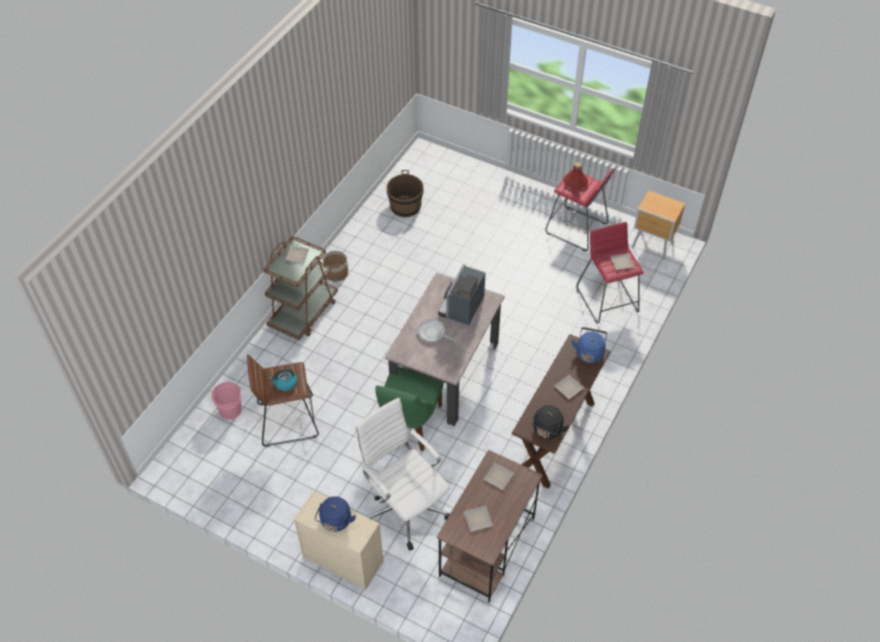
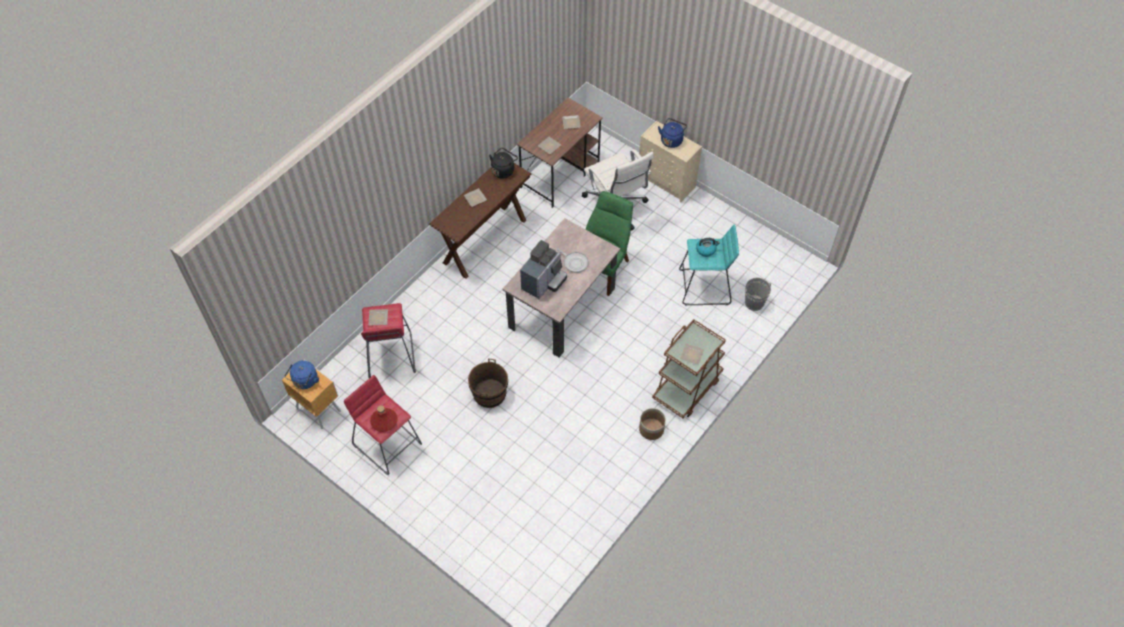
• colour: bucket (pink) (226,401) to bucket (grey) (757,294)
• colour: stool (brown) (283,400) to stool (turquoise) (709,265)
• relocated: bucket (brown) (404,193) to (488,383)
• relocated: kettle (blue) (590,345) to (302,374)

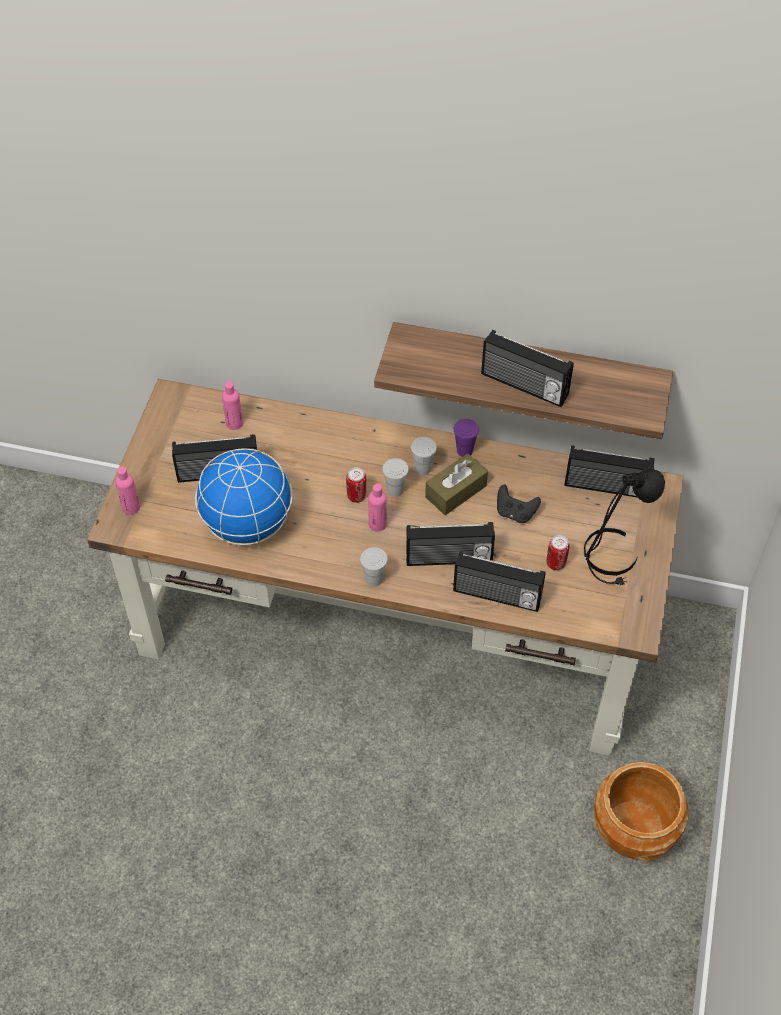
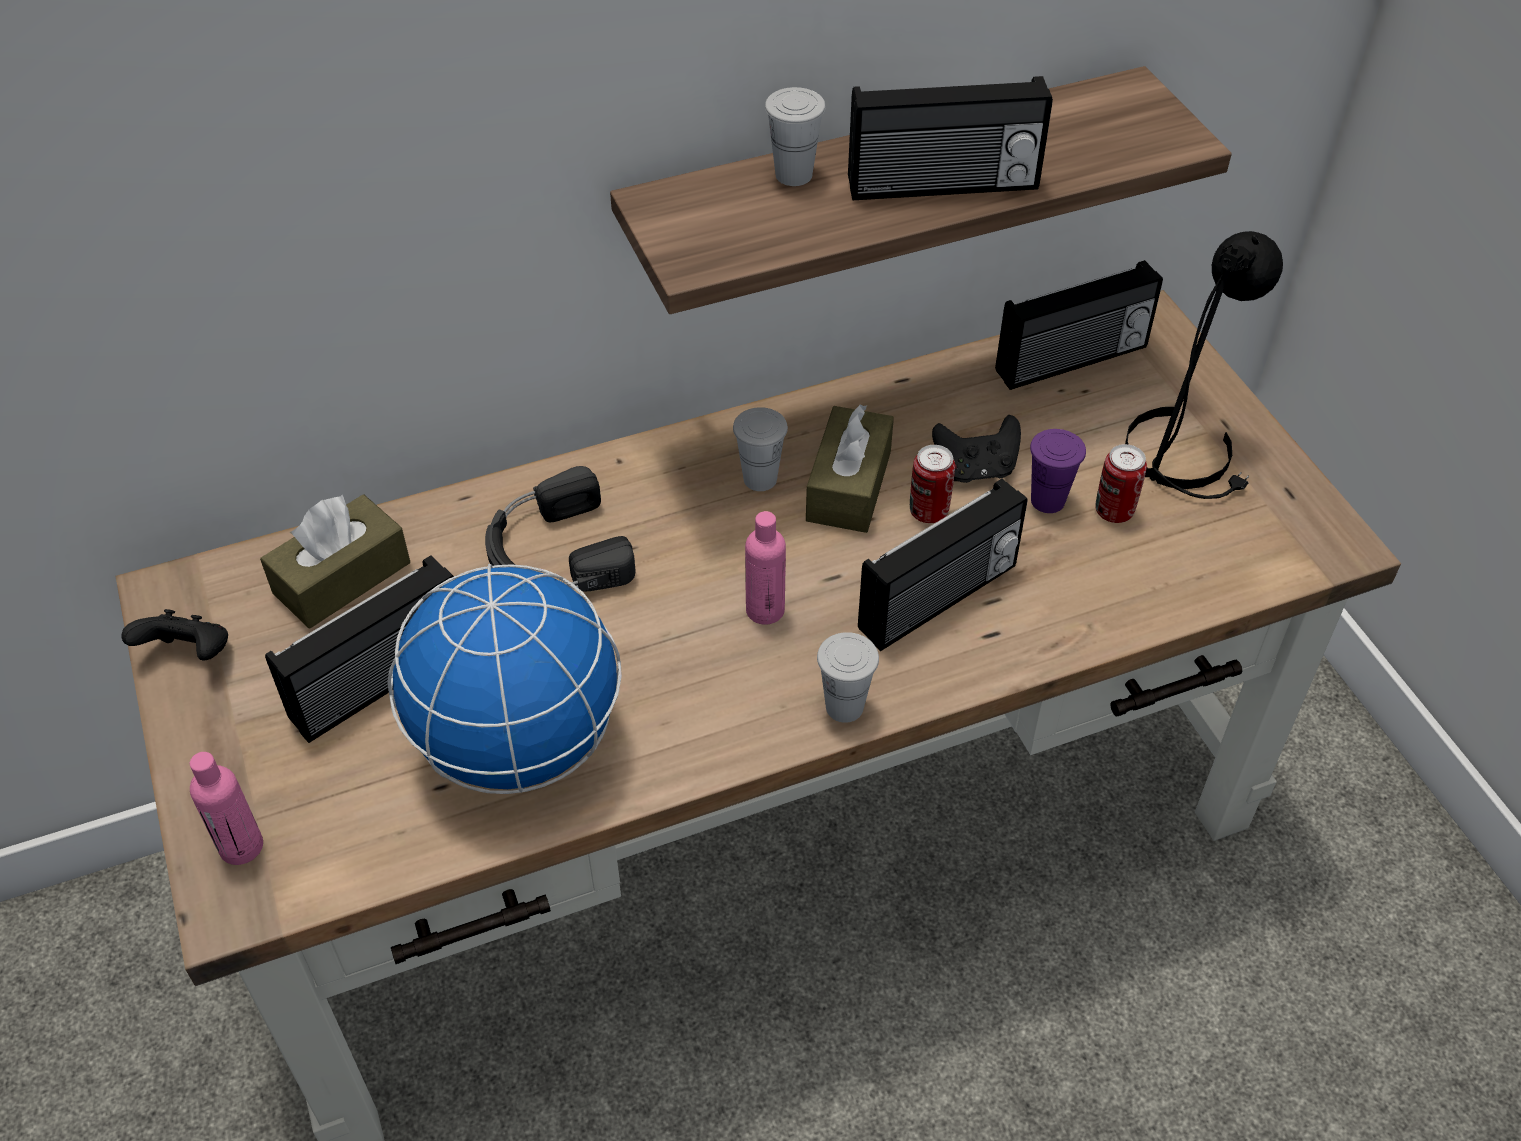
• exchanged: bottle (pink) (232,405) to tissue box (brown) (335,561)
• relocated: can (356,485) to (932,484)
• relocated: cup (white) (395,477) to (795,136)
• relocated: cup (purple) (466,438) to (1058,471)
• missing: radio (499,581)
• missing: planter (brown) (641,812)
• appeared: game controller (black) (175,635)
• appeared: headphones (black) (560,528)

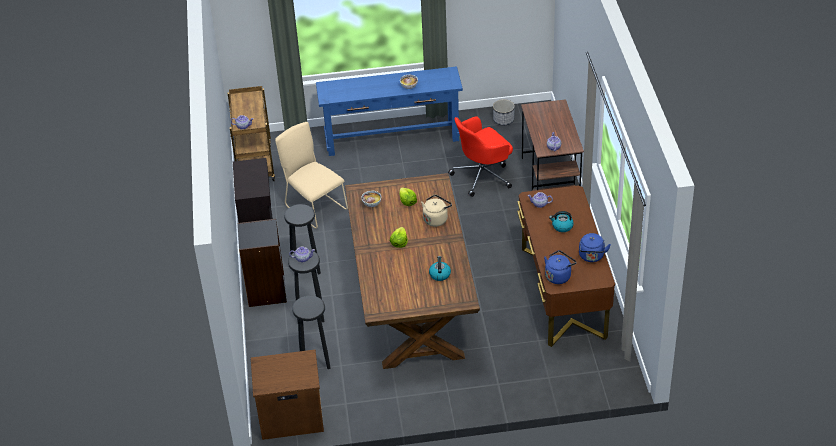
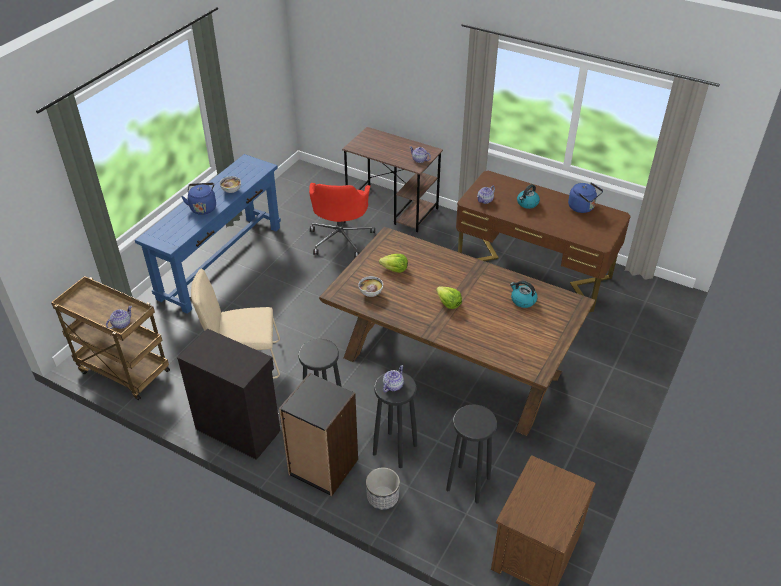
• missing: kettle (beige) (436,210)
• relocated: planter (504,112) to (383,488)
• relocated: kettle (blue) (560,267) to (198,199)

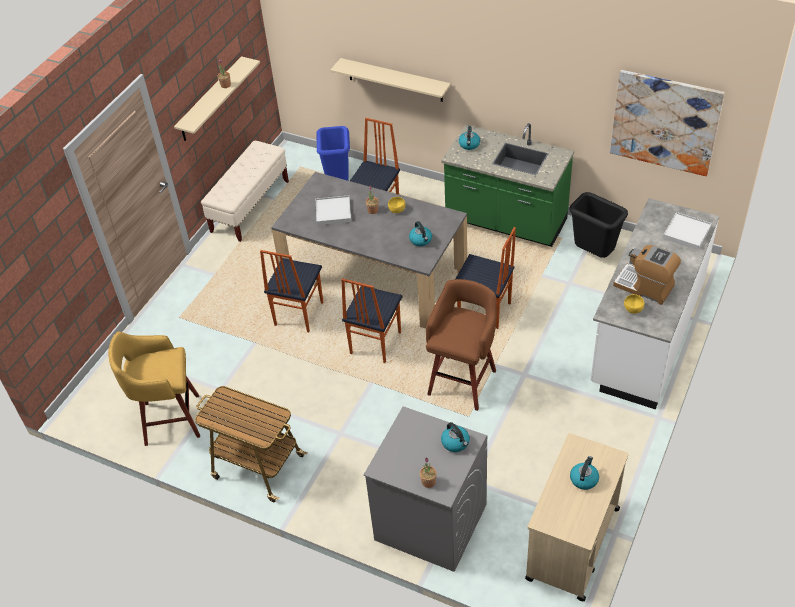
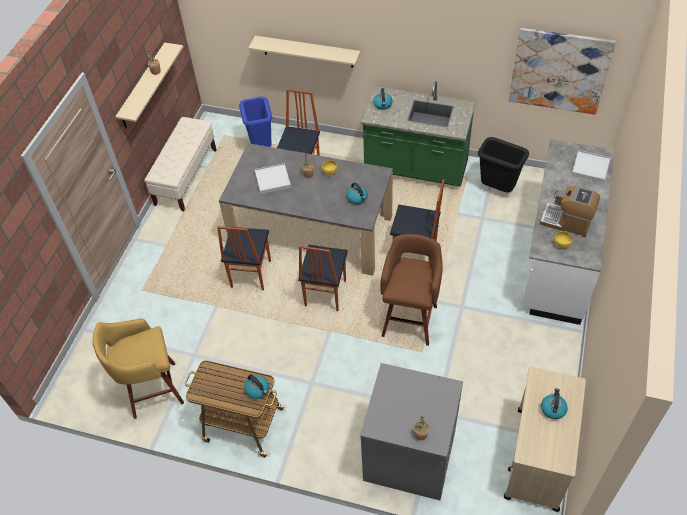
• relocated: kettle (455,437) to (256,386)

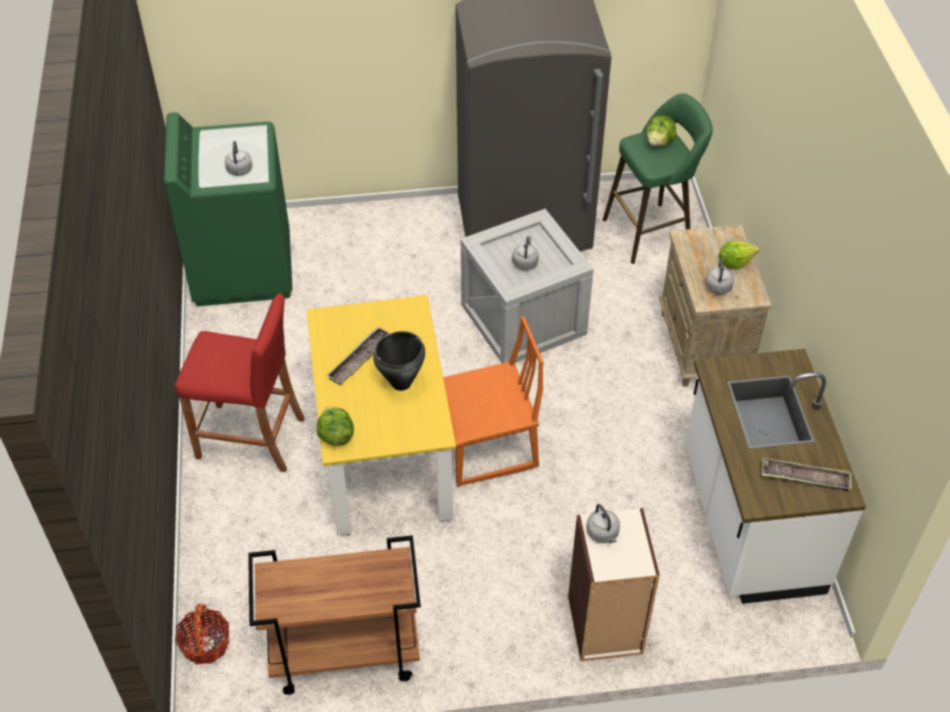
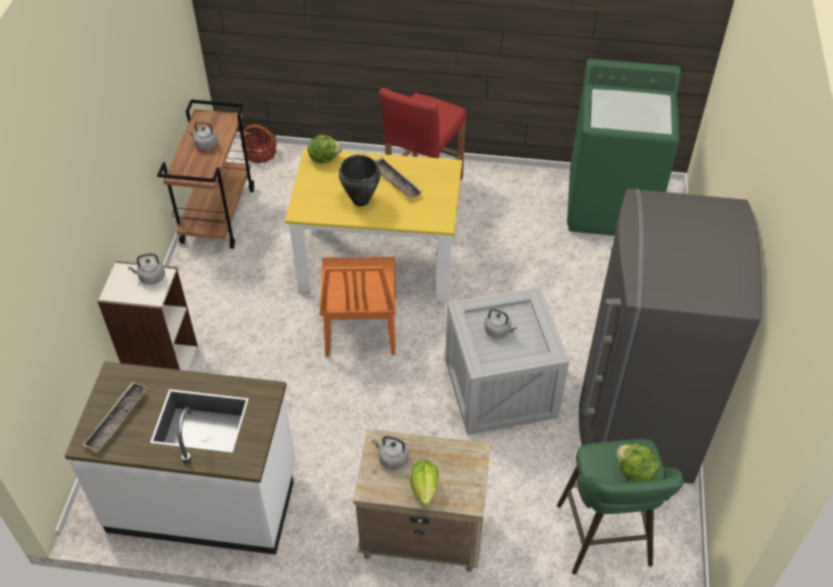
• relocated: kettle (grey) (239,158) to (202,136)

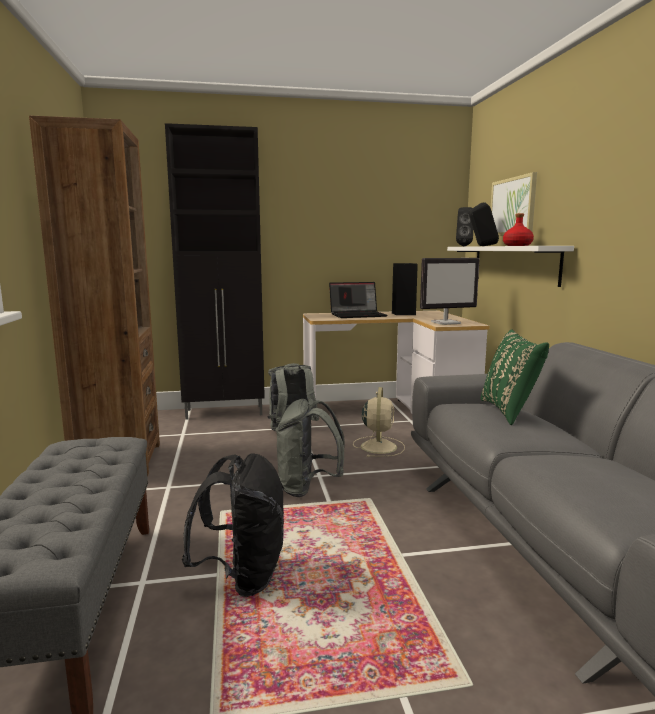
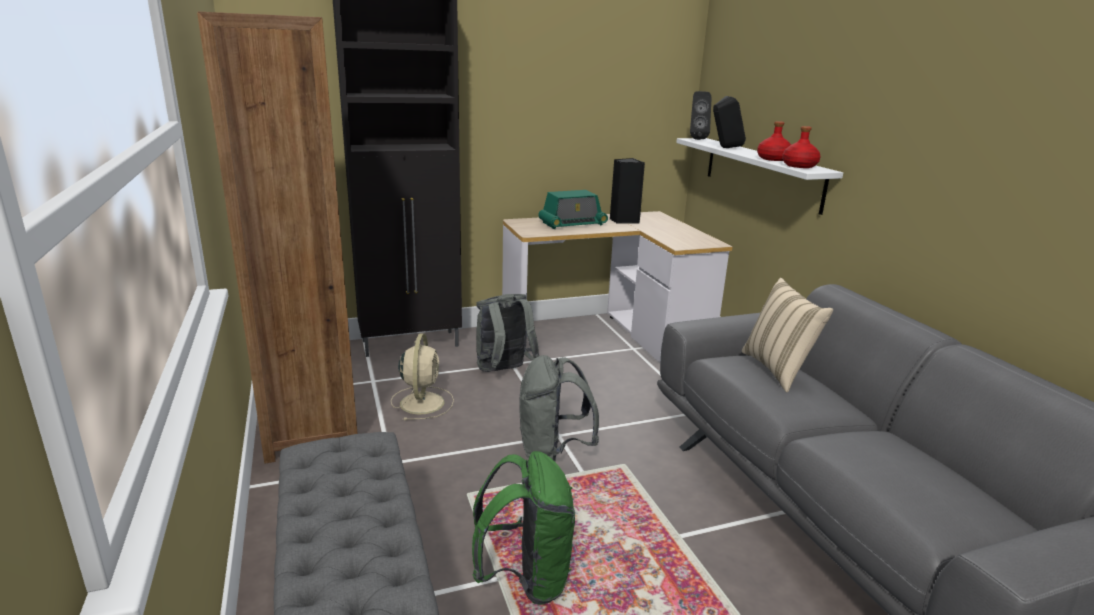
• colour: backpack (black) (233,525) to backpack (green) (523,528)
• exchanged: laptop (358,300) to radio (573,209)
• relocated: fan (beige) (379,422) to (422,376)
• missing: monitor (449,291)
• colour: pillow (green) (514,377) to pillow (beige) (787,335)
• missing: picture (514,204)
• appeared: bottle (red) (801,147)

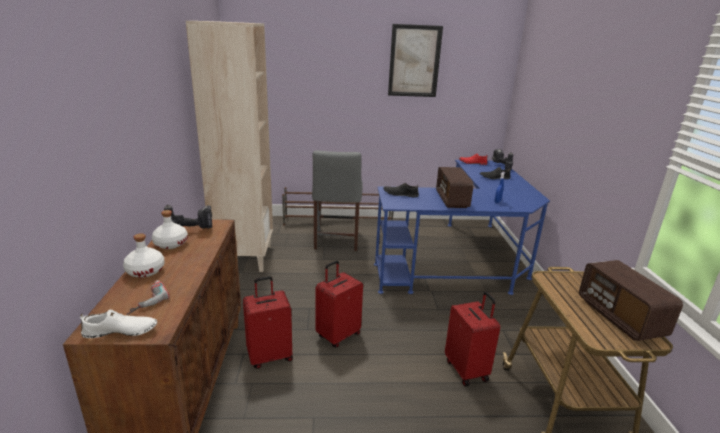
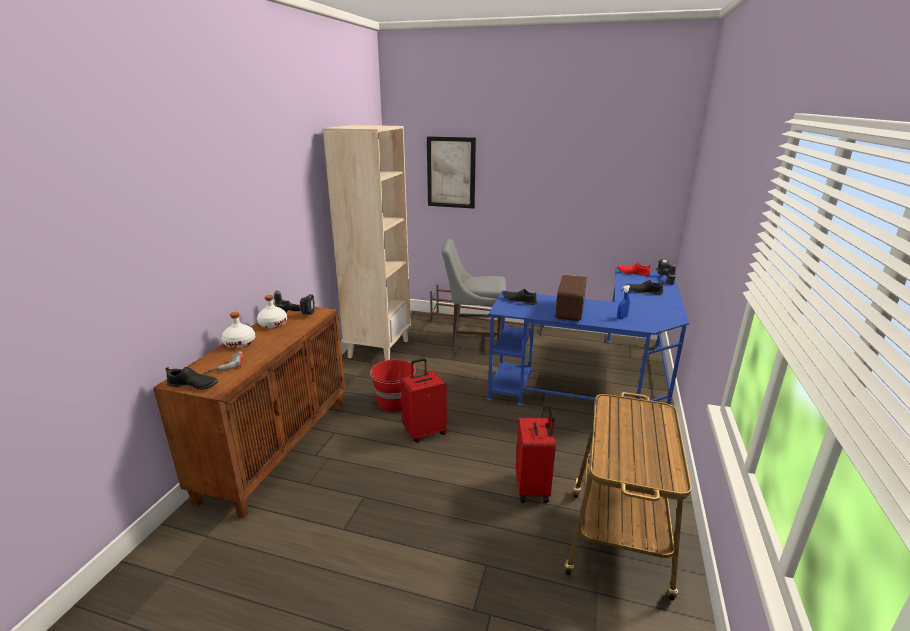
• colour: shoe (white) (118,323) to shoe (black) (192,378)
• missing: suitcase (red) (268,322)
• spun: chair (grey) (337,200) = (474,296) 75 degrees clockwise
• relocated: picture (415,60) to (451,172)
• missing: radio (631,300)
• appeared: bucket (red) (393,385)

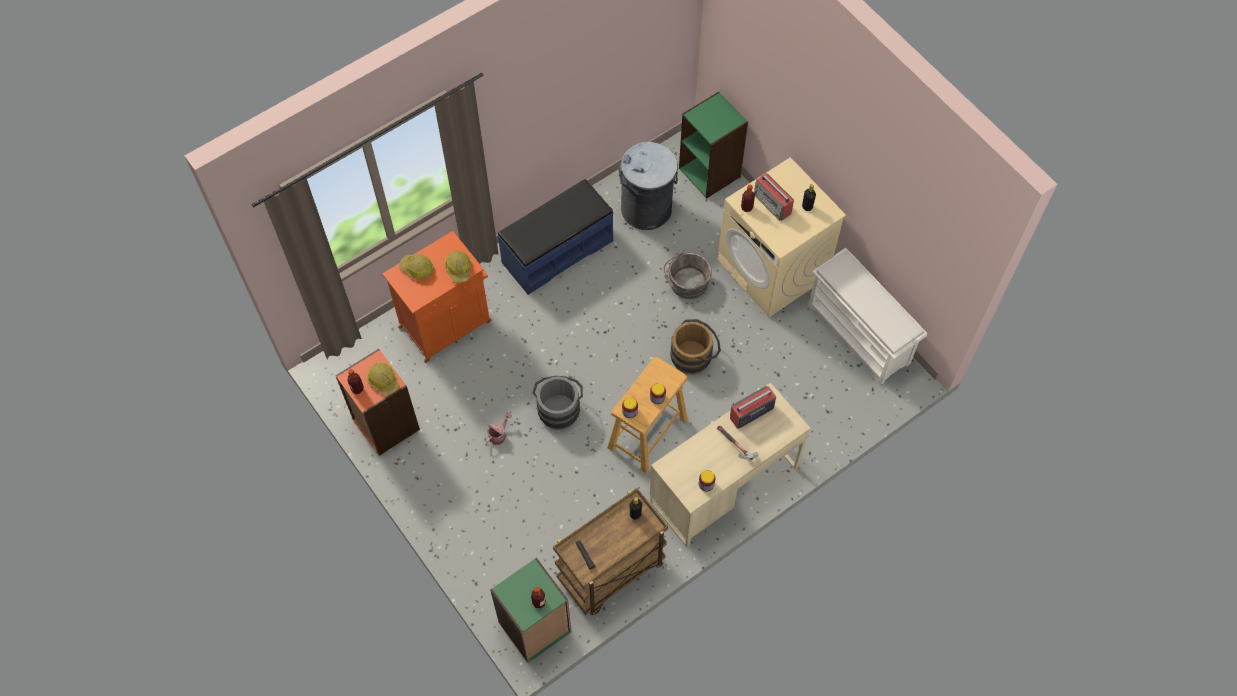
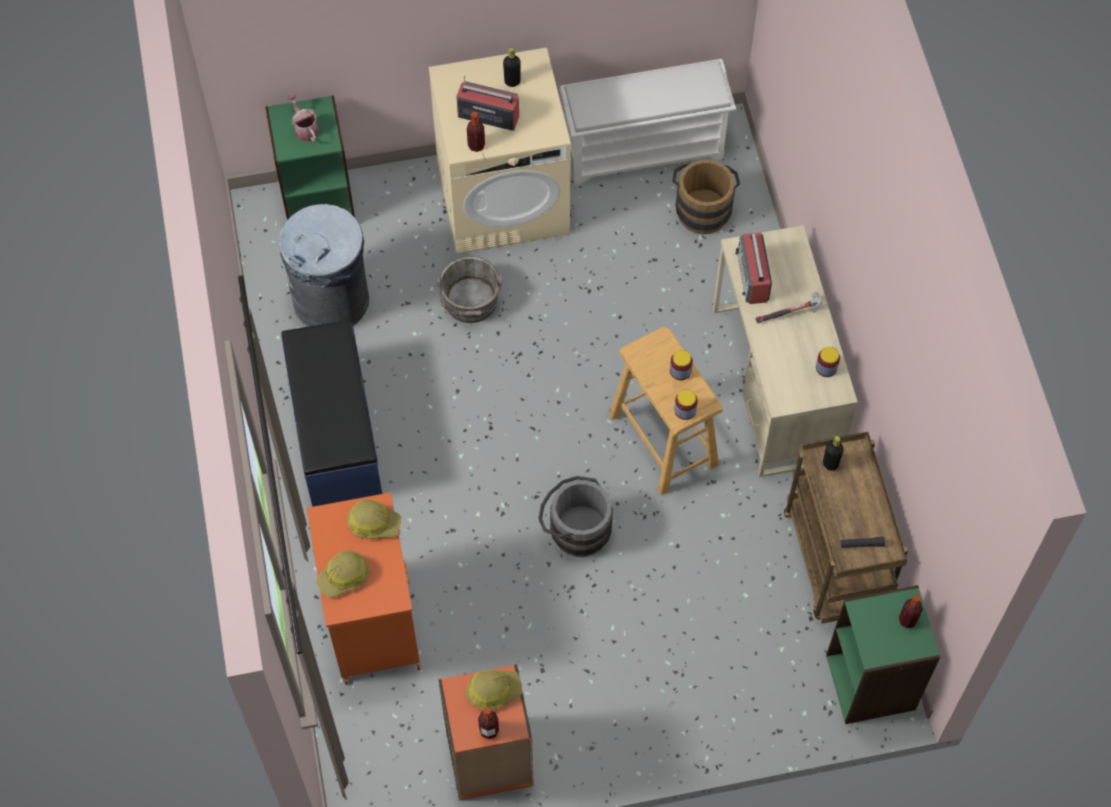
• relocated: watering can (498,429) to (303,118)
• relocated: bucket (brown) (695,347) to (706,196)
• spun: radio (774,197) = (487,103) 150 degrees counterclockwise

